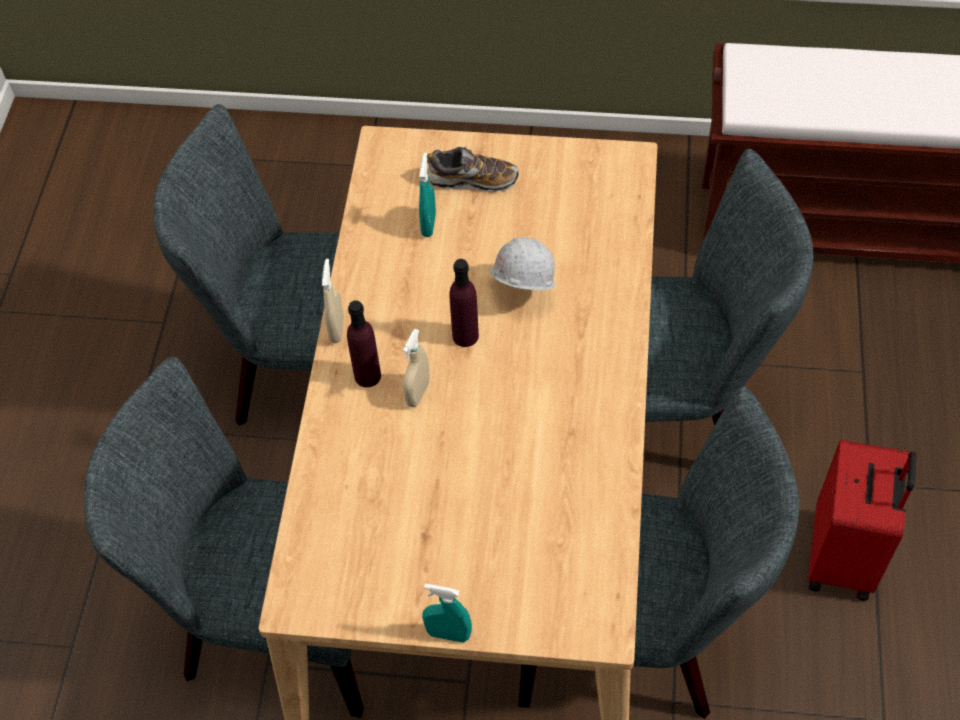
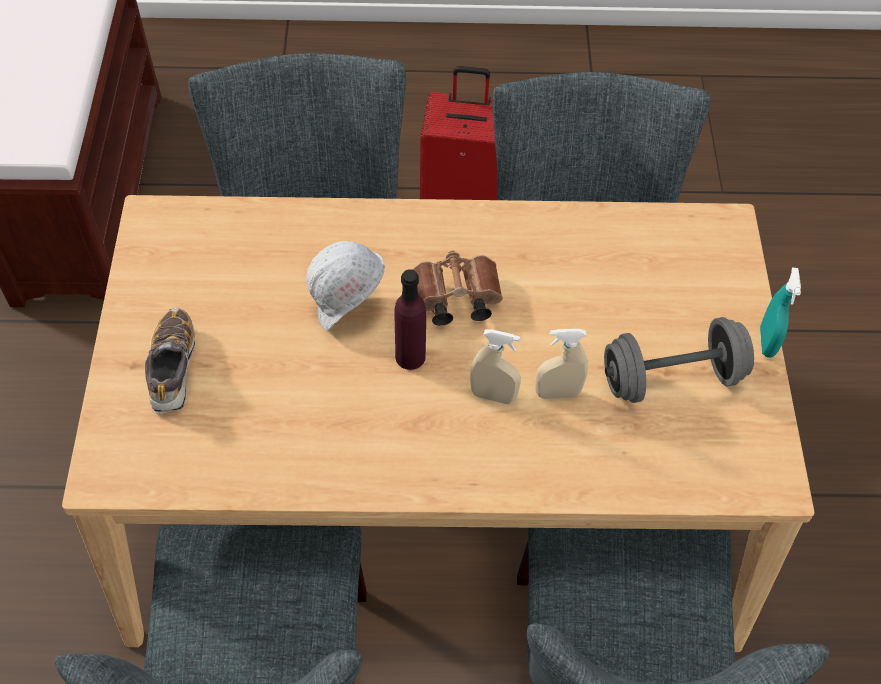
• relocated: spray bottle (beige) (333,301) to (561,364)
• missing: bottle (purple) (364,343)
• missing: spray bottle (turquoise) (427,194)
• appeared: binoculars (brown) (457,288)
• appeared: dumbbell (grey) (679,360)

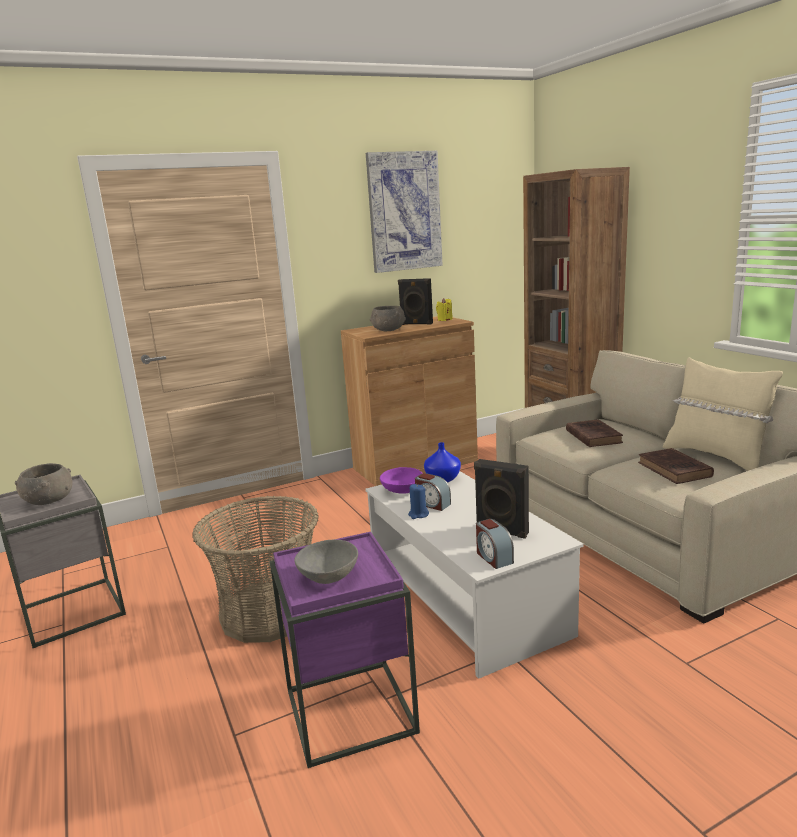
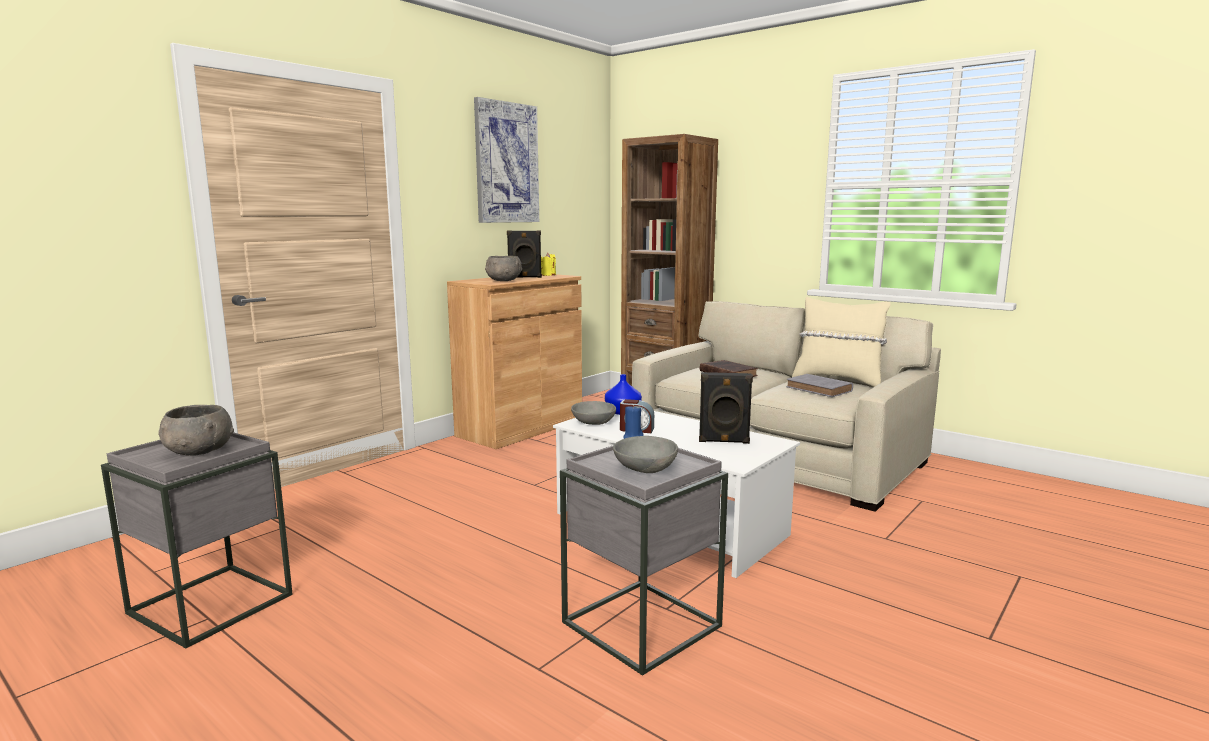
• missing: basket (255,569)
• colour: side table (purple) (345,650) to side table (grey) (644,560)
• colour: bowl (purple) (401,480) to bowl (grey) (593,413)
• missing: alarm clock (495,544)
• colour: book (brown) (676,466) to book (grey) (819,385)

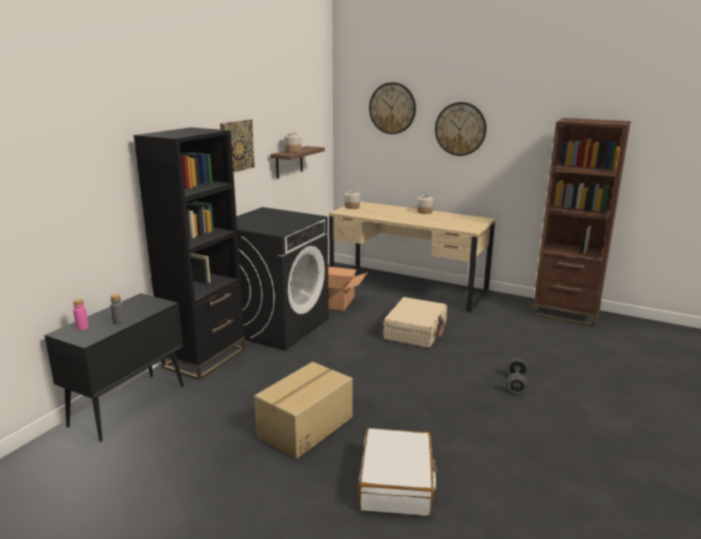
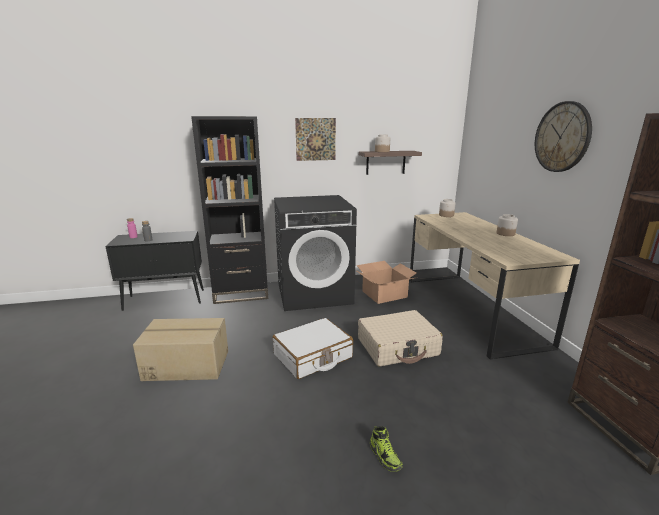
• relocated: suitcase (white) (398,472) to (312,348)
• missing: wall clock (392,108)
• exchanged: dumbbell (grey) (517,376) to shoe (386,449)

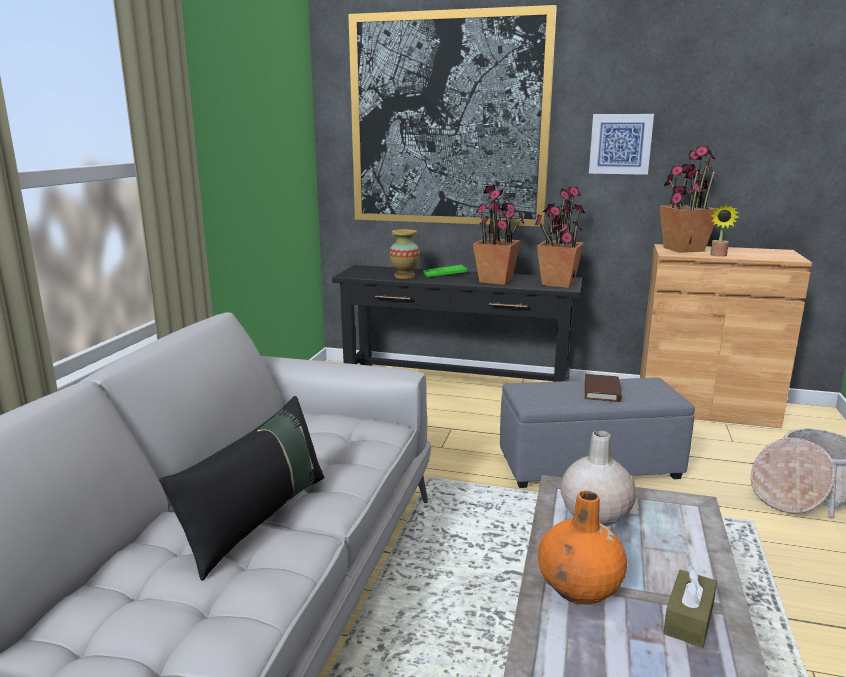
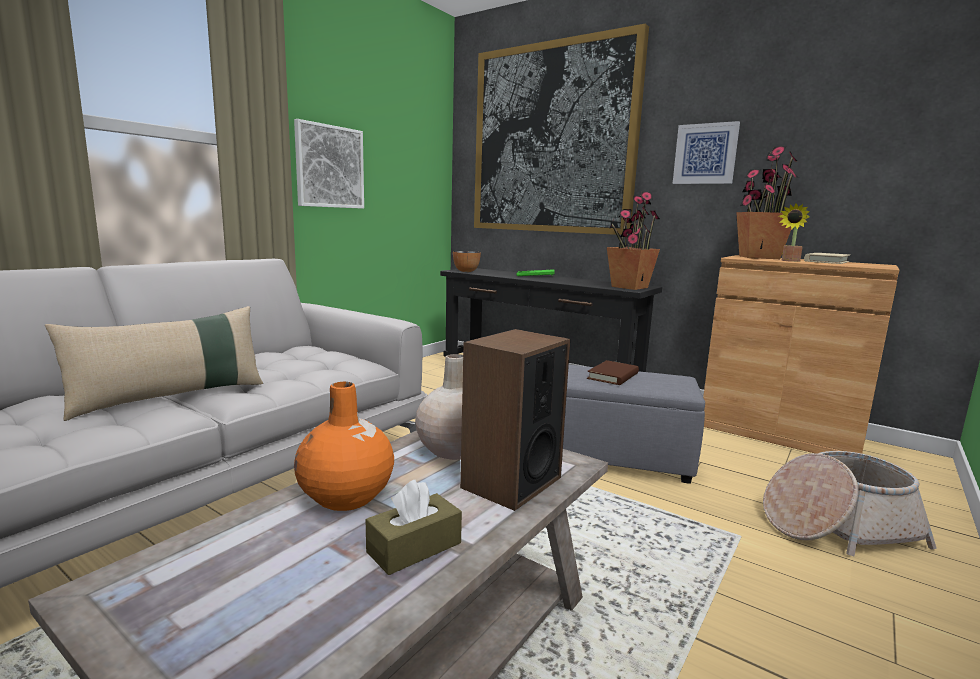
• colour: pillow (black) (241,488) to pillow (beige) (154,363)
• missing: vase (404,254)
• missing: potted plant (498,235)
• appeared: picture (329,164)
• appeared: bowl (467,261)
• appeared: speaker (515,420)
• appeared: book (beige) (827,258)

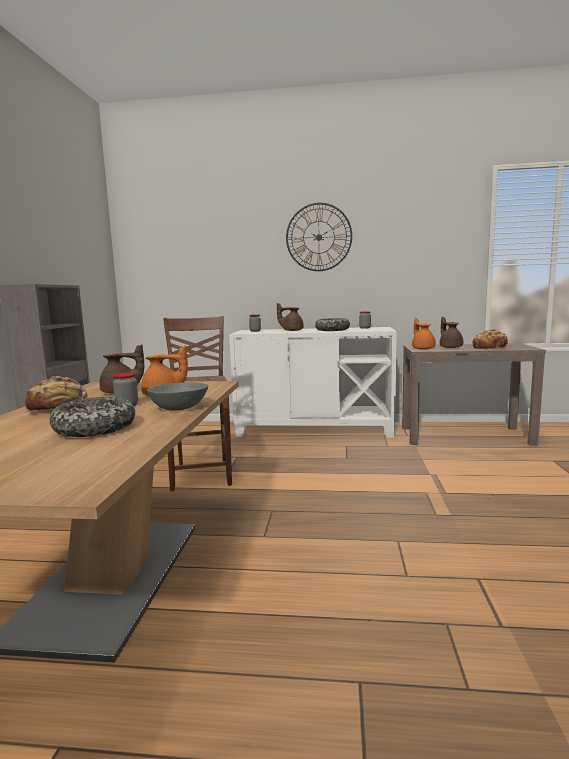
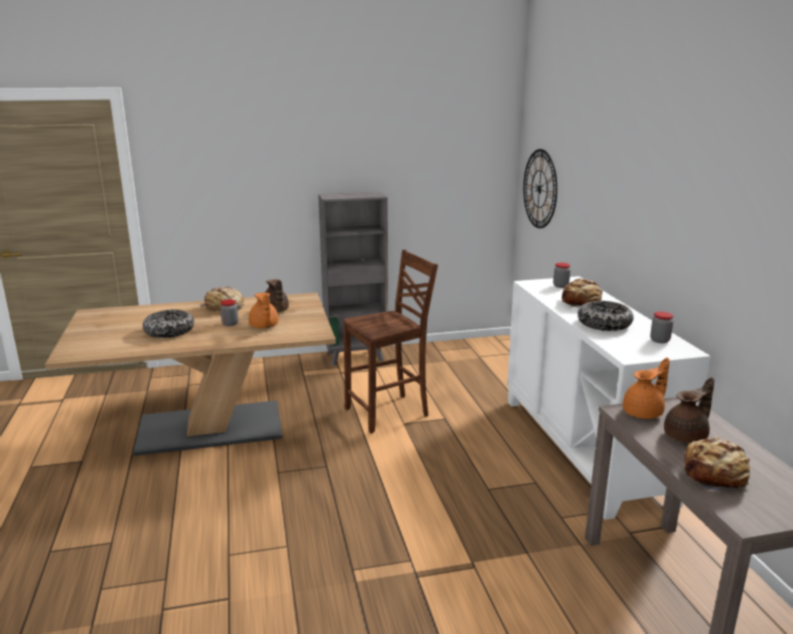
• missing: bowl (grey) (177,396)
• exchanged: teapot (brown) (290,317) to bread (582,292)
• relocated: wall clock (319,237) to (540,188)

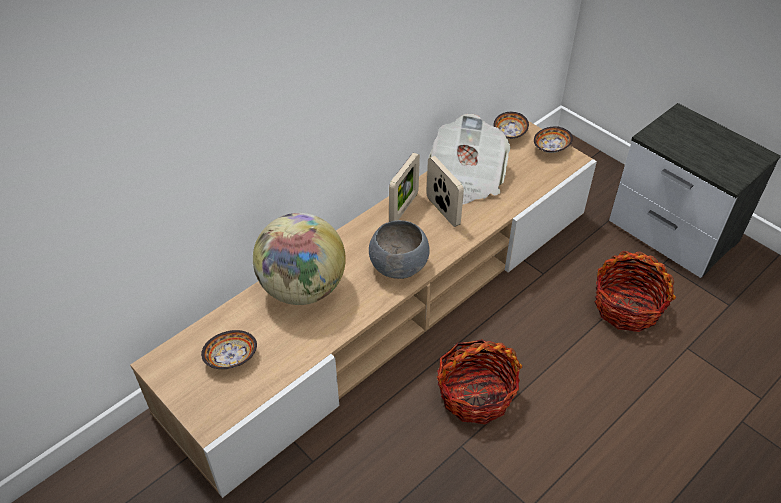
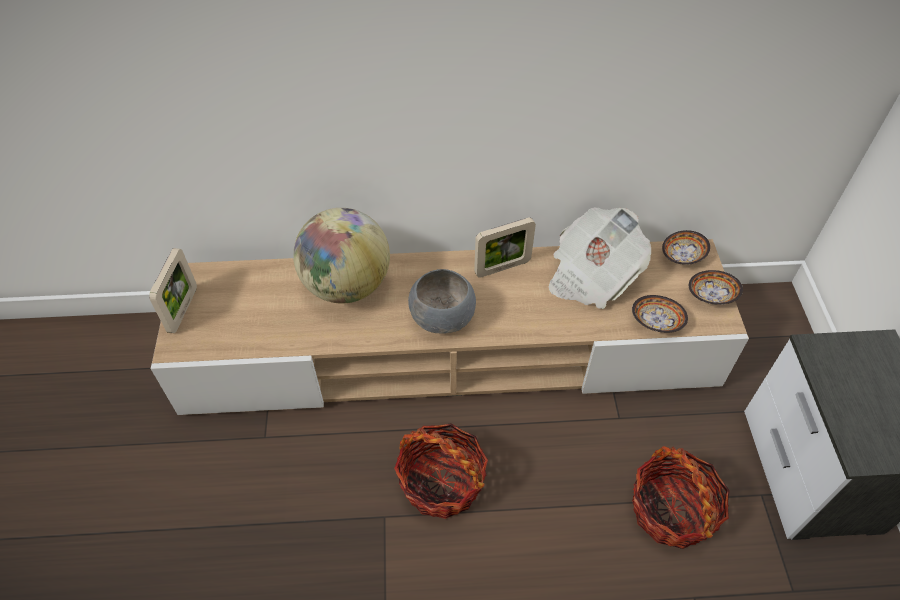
• relocated: bowl (229,349) to (660,314)
• relocated: picture frame (445,191) to (173,290)

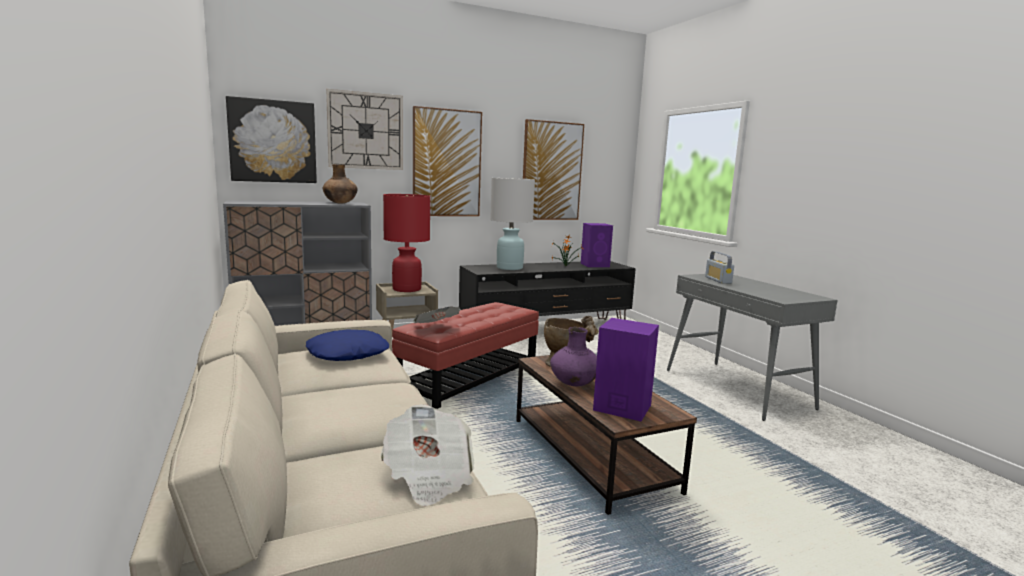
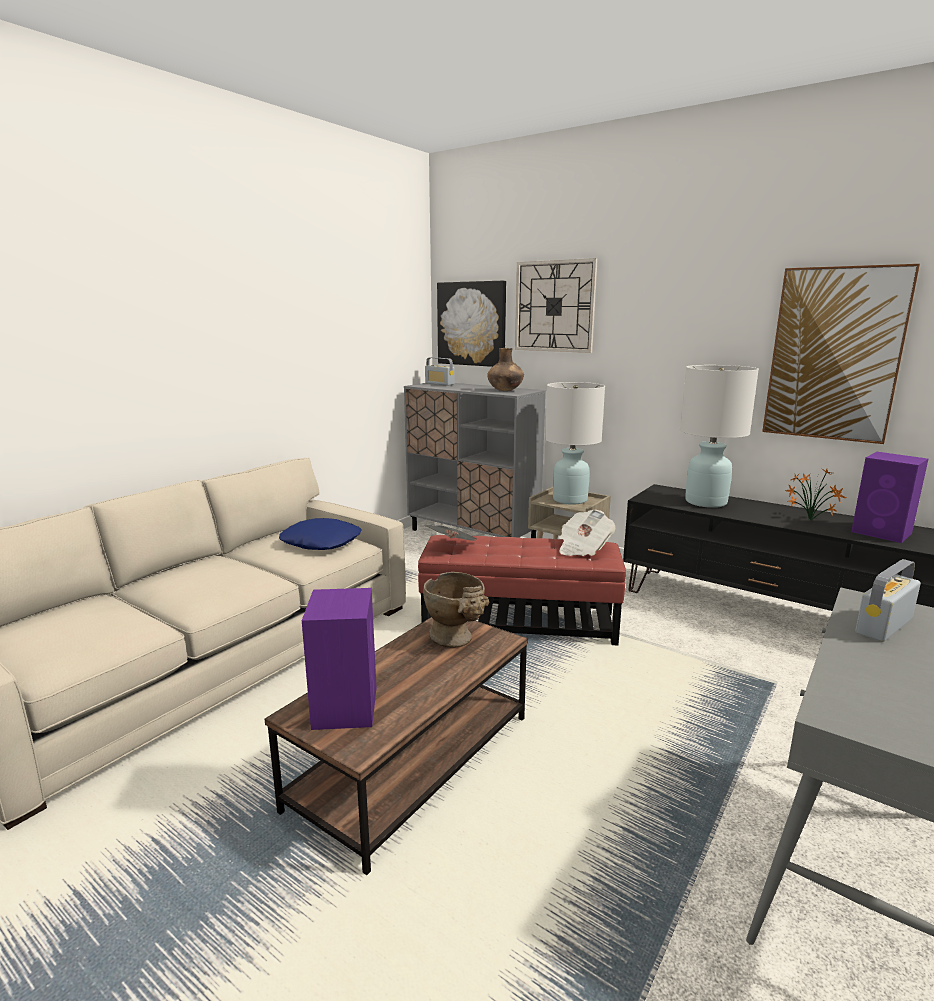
• relocated: newspaper (427,455) to (587,533)
• colour: table lamp (red) (406,243) to table lamp (white) (575,443)
• missing: picture (447,161)
• missing: vase (purple) (573,356)
• appeared: radio (440,371)

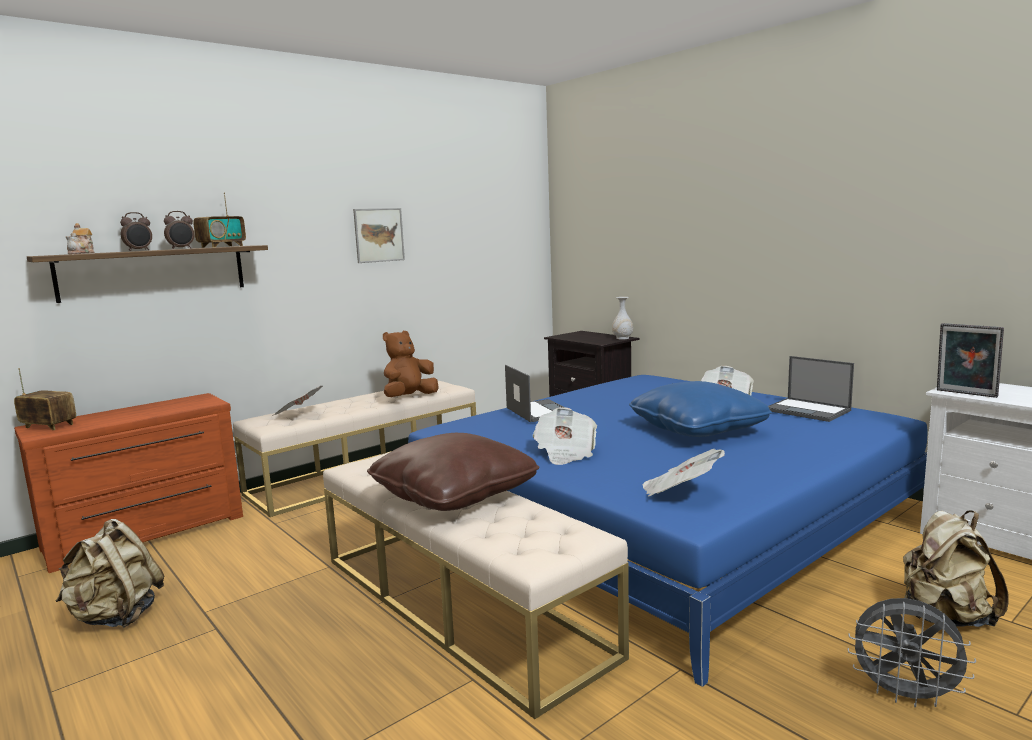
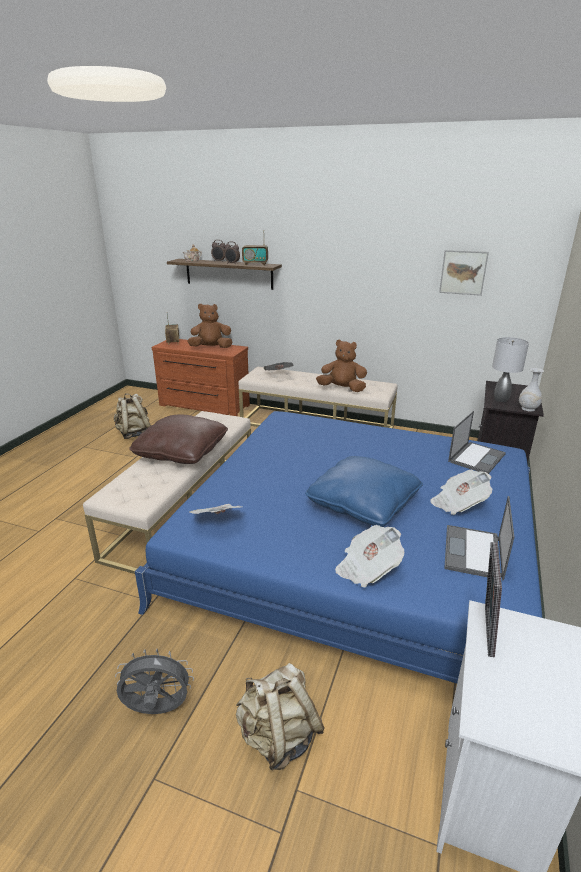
• relocated: picture (379,235) to (464,273)
• relocated: laptop (534,393) to (477,442)
• relocated: newspaper (565,436) to (369,556)
• spun: fan (grey) (912,653) = (154,681) 90 degrees clockwise
• appeared: plush toy (brown) (209,326)
• appeared: table lamp (grey) (510,369)

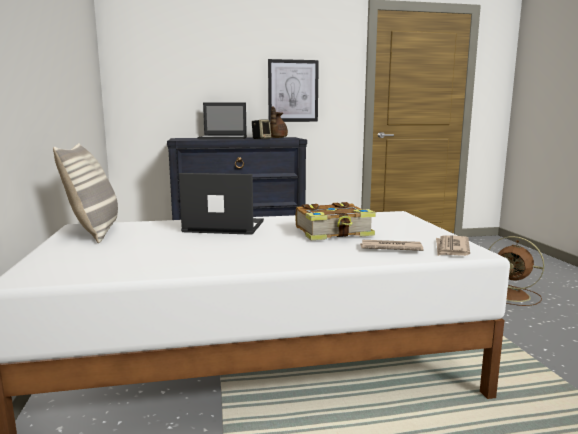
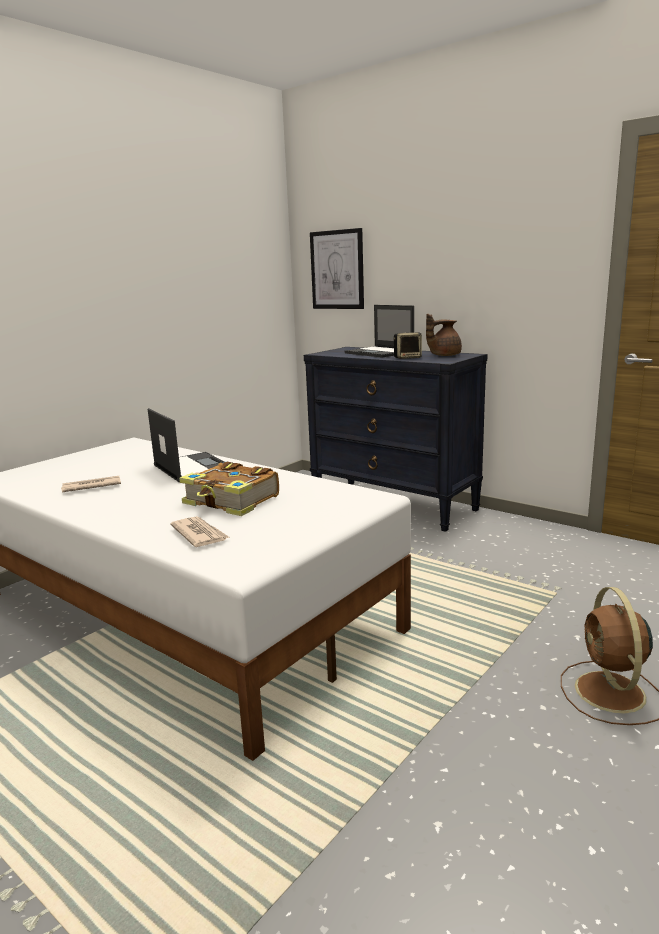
• missing: pillow (85,193)
• relocated: picture (293,90) to (337,268)
• relocated: newspaper (453,245) to (91,484)

